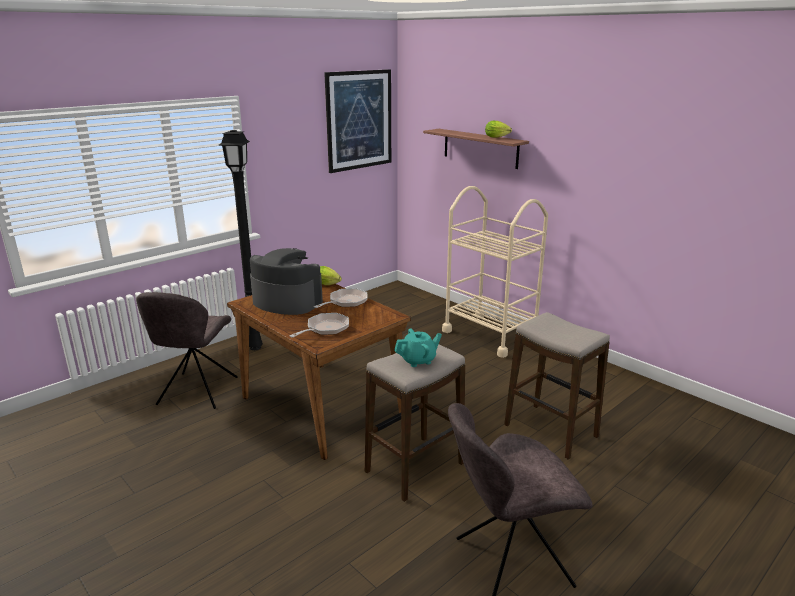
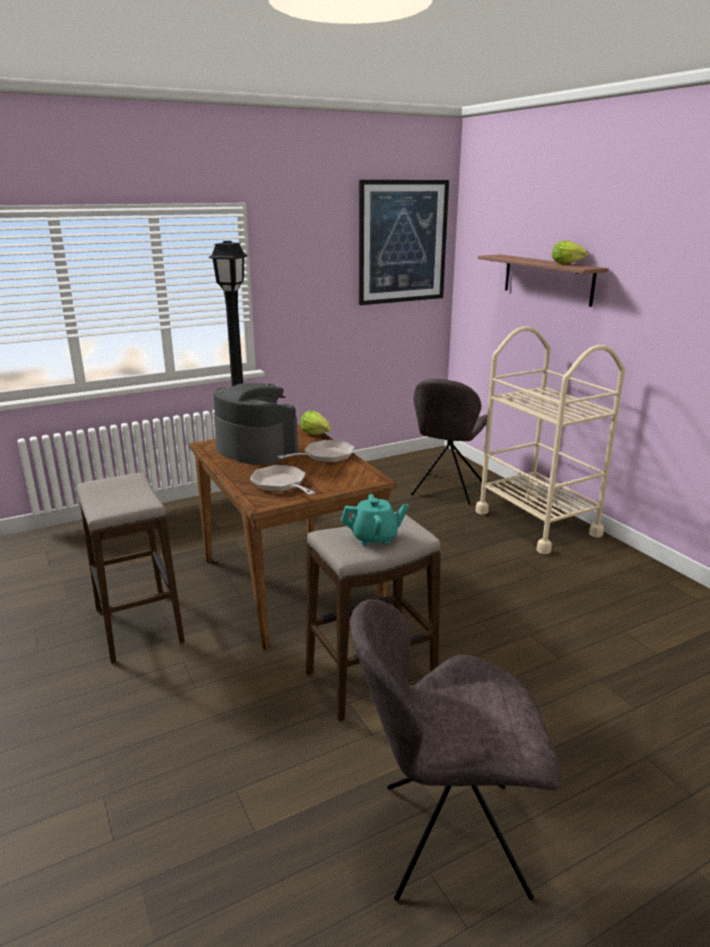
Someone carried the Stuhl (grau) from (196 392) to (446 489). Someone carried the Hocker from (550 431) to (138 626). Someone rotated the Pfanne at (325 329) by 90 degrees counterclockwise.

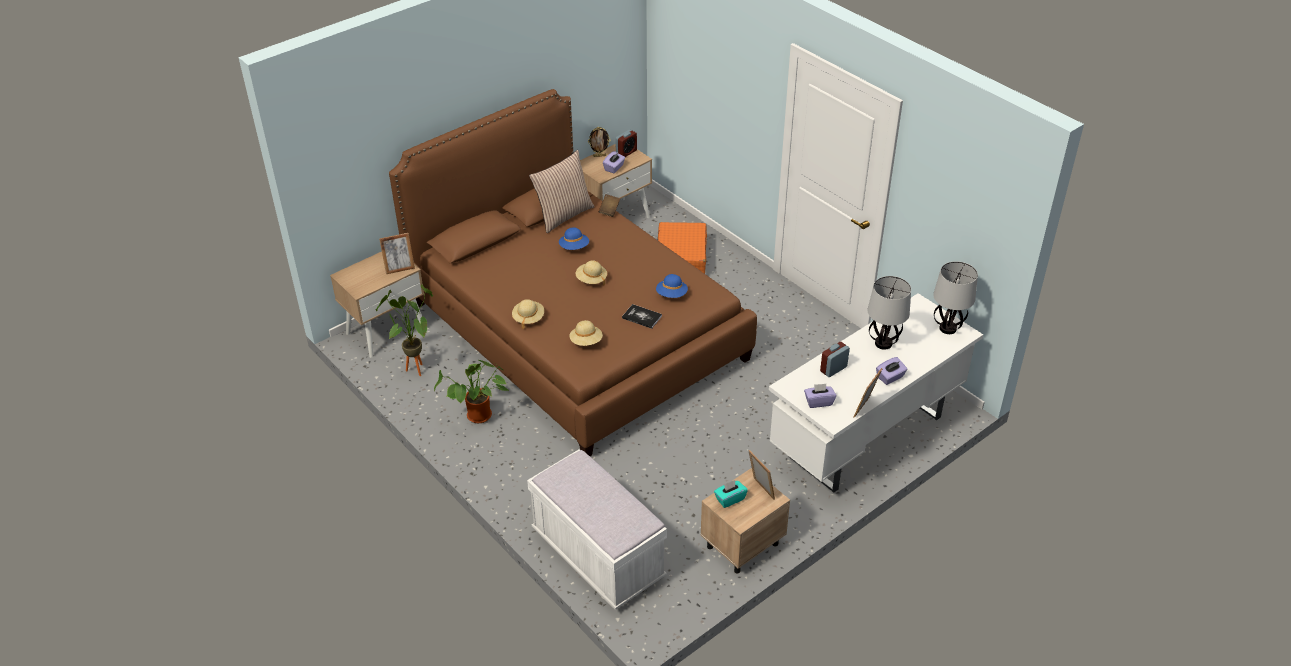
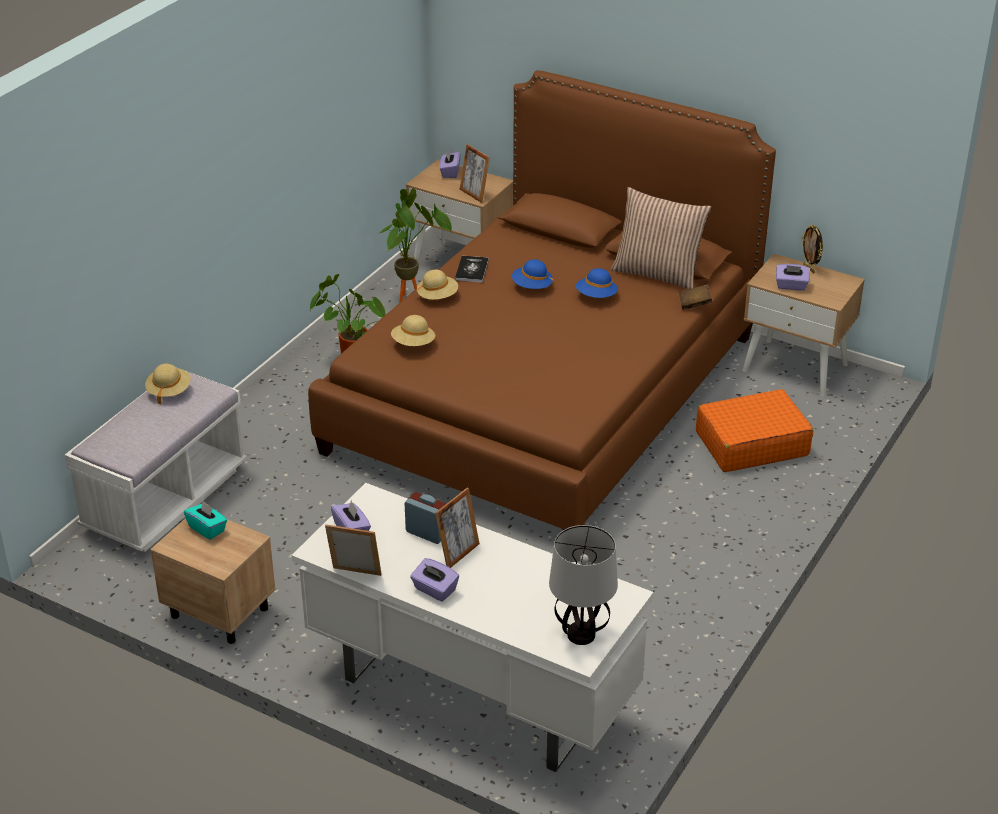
Someone took away the Wecker at (626 152). Someone took away the Tischlampe at (883 343). Someone put down the Taschentuchbox (lila) at (450 172). Someone carried the Hut (beige) from (591 279) to (169 391). Someone carried the Buch from (642 317) to (471 270). Someone carried the Hut (blau) from (671 295) to (532 286). Someone carried the Bilderrahmen from (760 490) to (458 553).

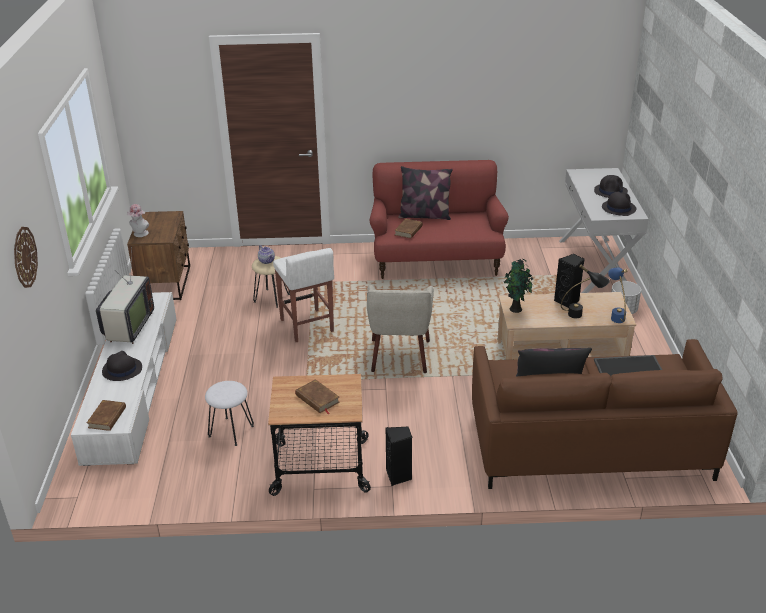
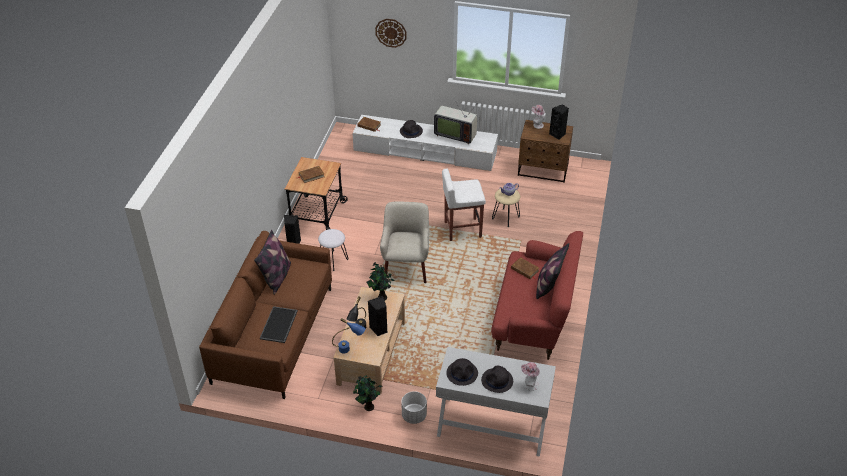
Someone put down the Topfpflanze at (368 407). Someone put down the Hut at (529 384). Someone put down the Lautsprecher (schwarz) at (558 134). Someone carried the Hocker (weiß) from (231 431) to (333 260). Someone rotated the Sessel (beige) at (399 357) by 75 degrees clockwise.

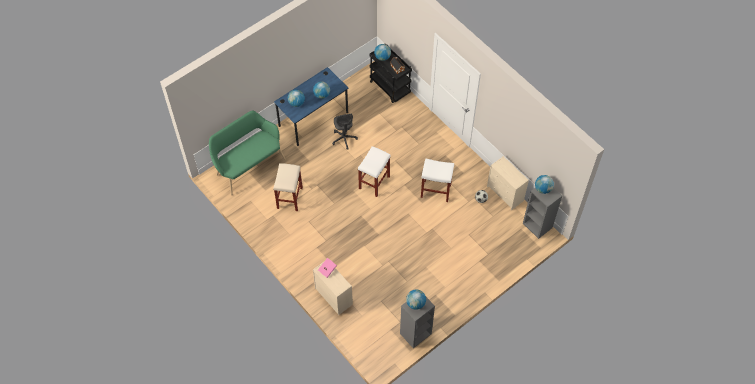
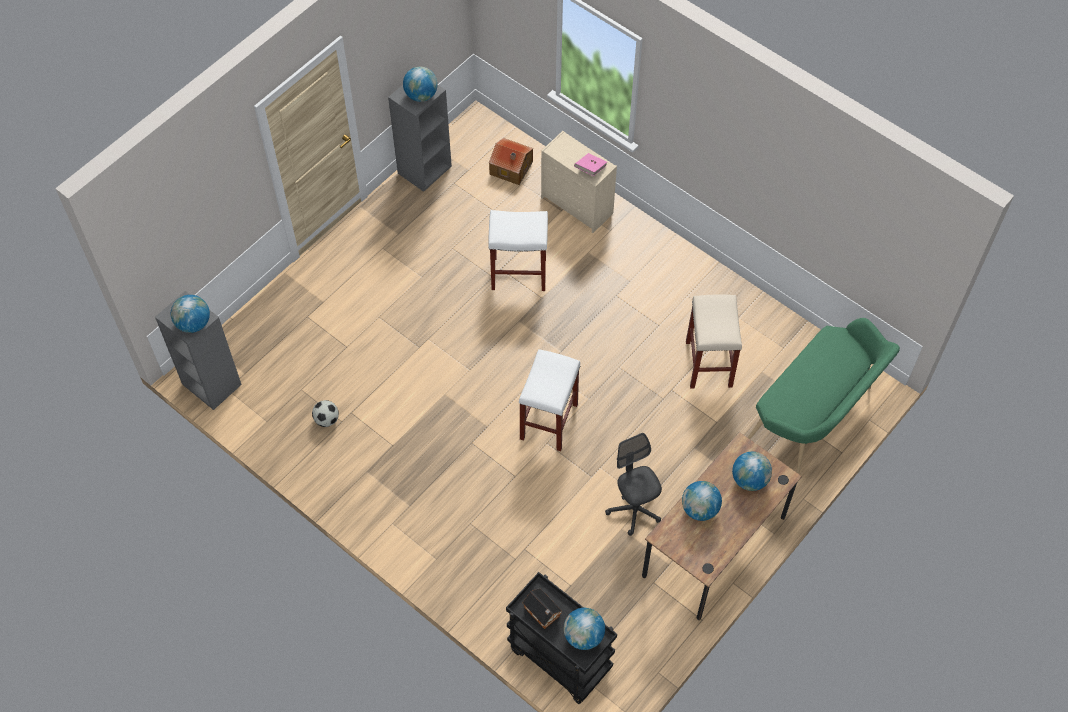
Someone took away the Kommode (beige) at (505 194). Someone put down the Spielzeughaus at (511 168). Someone carried the Hocker (weiß) from (435 191) to (519 273). Someone repainted the Schreibtisch (blau) at (313 119), which became the Schreibtisch (braun) at (714 546).

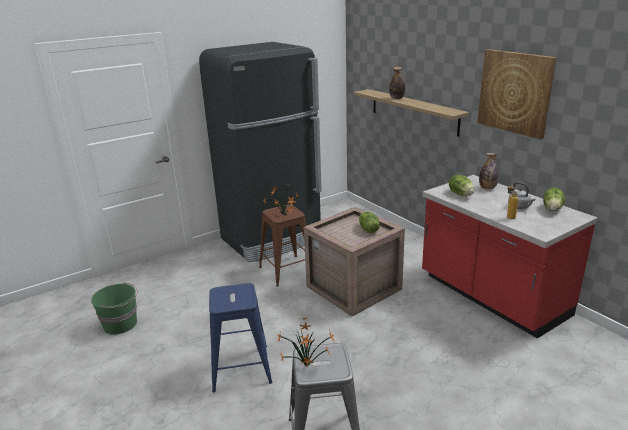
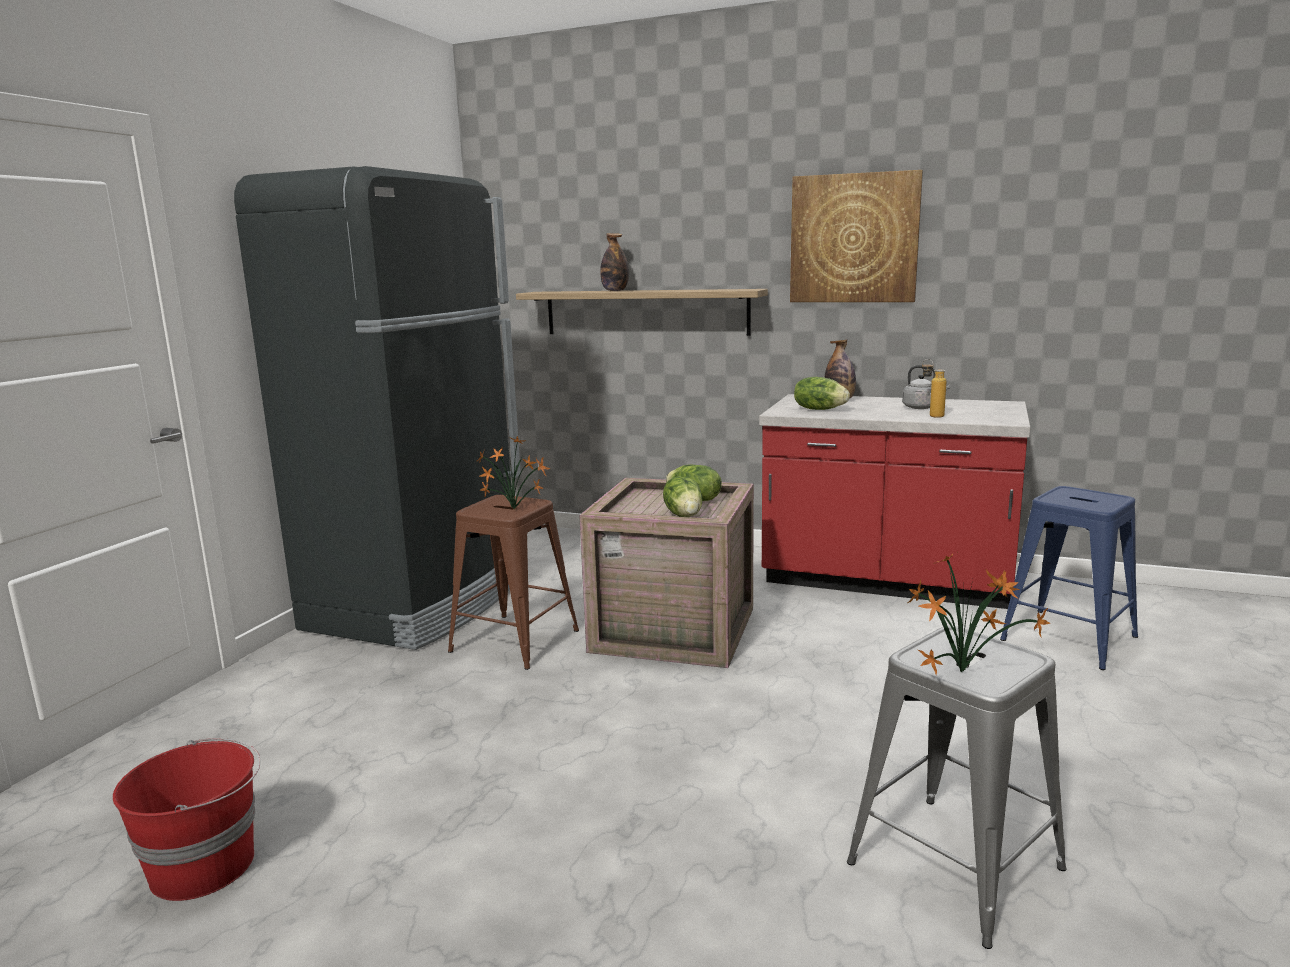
Someone carried the Hocker (blau) from (241 368) to (1069 638). Someone carried the Salatkopf from (552 209) to (684 515). Someone repainted the Eimer (grün) at (121 324), which became the Eimer (rot) at (205 865).

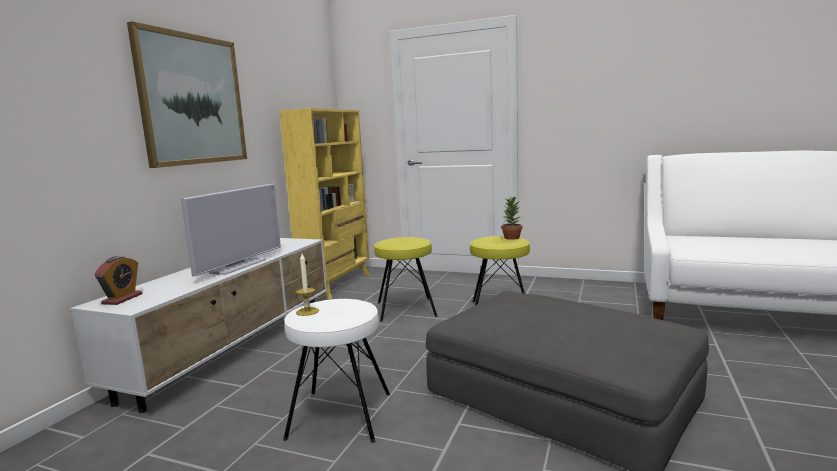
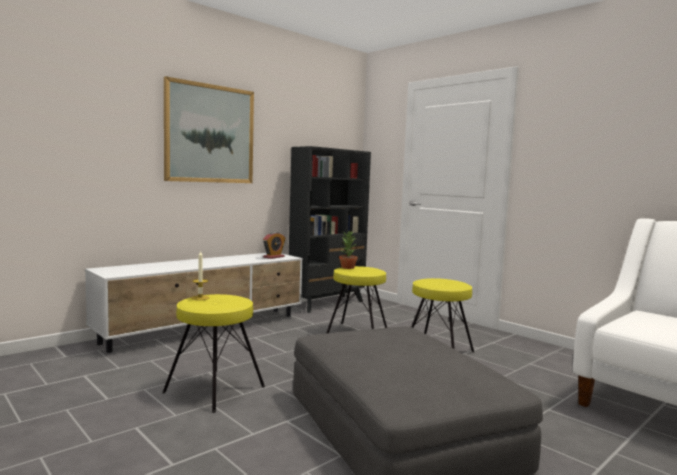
Someone took away the Fernseher at (238 266). Someone carried the Wecker from (122 299) to (274 257). Someone carried the Topfpflanze from (511 238) to (347 267). Someone repainted the Bücherregal (gelb) at (337 284), which became the Bücherregal (schwarz) at (327 303). Someone repainted the Hocker (weiß) at (340 415), which became the Hocker (gelb) at (214 389).

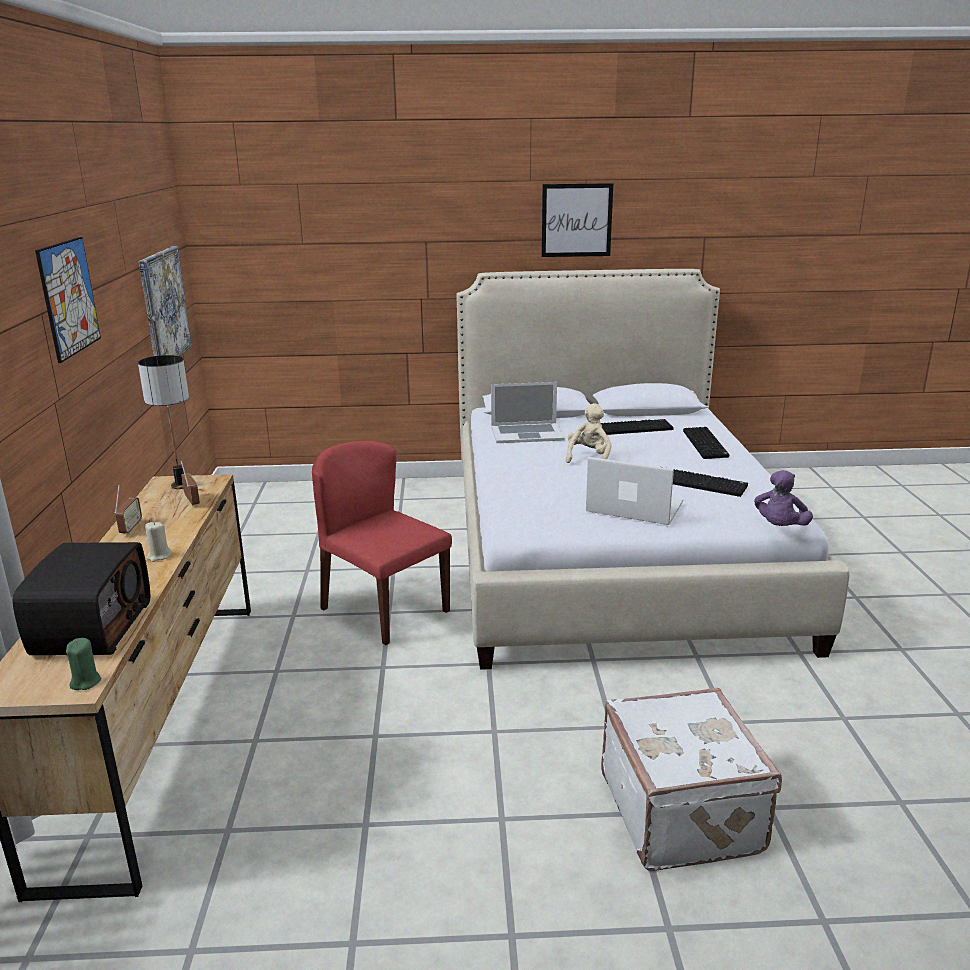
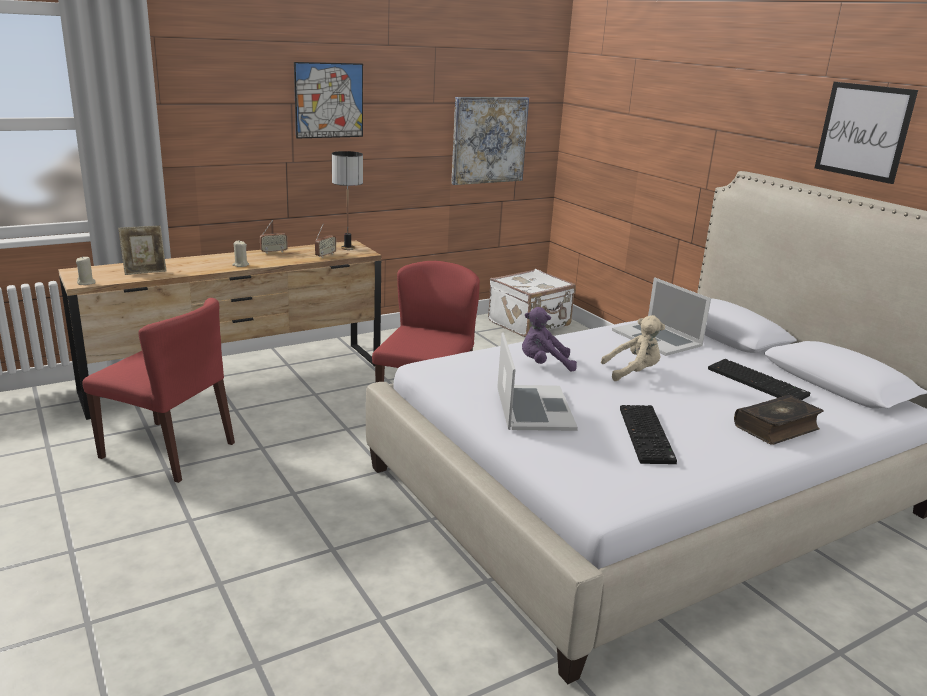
Someone put down the Stuhl (rot) at (169 450). Someone carried the Koffer (weiß) from (682 812) to (530 324). Someone carried the Plüschtier (lila) from (779 528) to (544 365). Someone swapped the Radio at (91 627) for the Bilderrahmen at (145 271). Someone swapped the Tastatur at (706 444) for the Buch at (777 428). Someone repainted the Kerze (grün) at (85 682), which became the Kerze (beige) at (86 283).

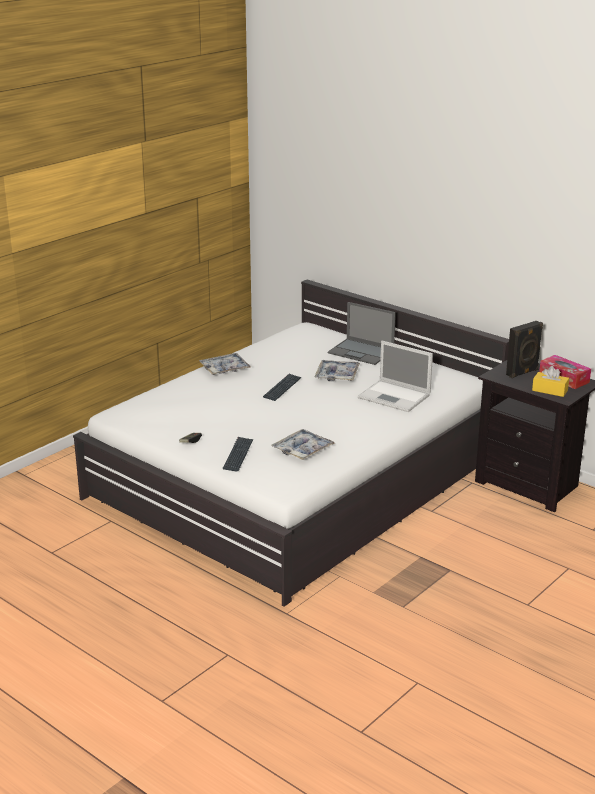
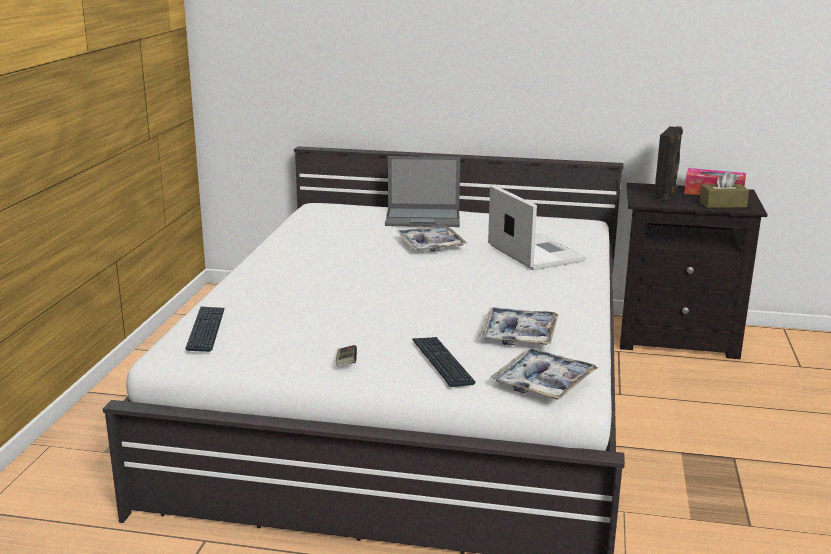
Someone carried the Tablett from (225 369) to (543 383). Someone carried the Tastatur from (282 388) to (206 330). Someone repainted the Taschentuchbox (gelb) at (550 390), which became the Taschentuchbox (braun) at (722 204). Someone rotated the Laptop at (395 397) by 120 degrees counterclockwise.

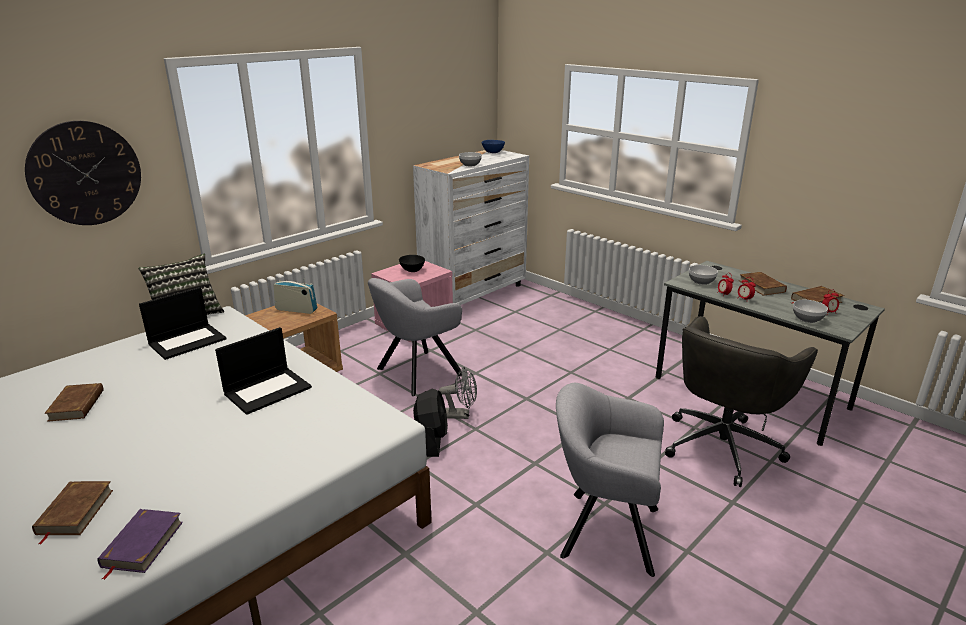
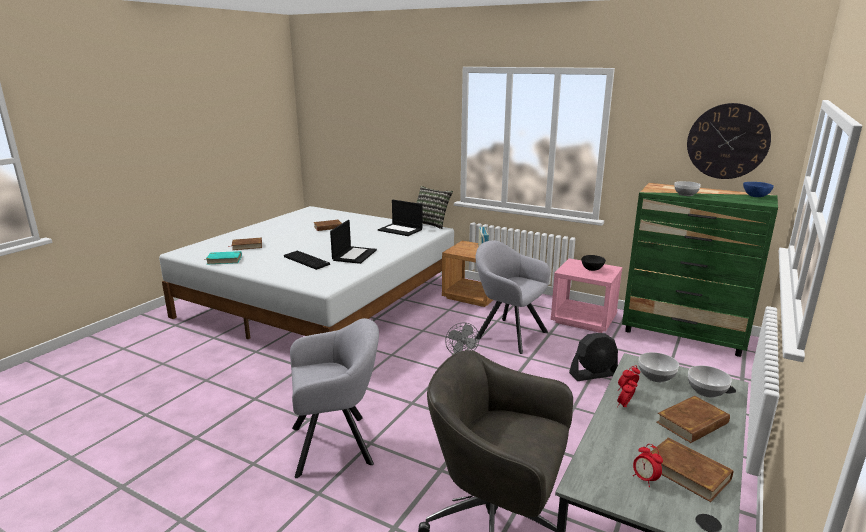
Someone put down the Tastatur at (307 261). Someone carried the Wanduhr from (85 173) to (727 141). Someone carried the Ventilator (schwarz) from (431 440) to (593 374). Someone carried the Schüssel from (808 319) to (706 391). Someone repainted the Buch (lila) at (142 544), which became the Buch (türkis) at (224 260). Someone repainted the Kommode (weiß) at (474 293), which became the Kommode (grün) at (684 335). Someone rotated the Laptop at (268 390) by 105 degrees counterclockwise. Someone rotated the Sessel (grau) at (603 529) by 75 degrees clockwise.

